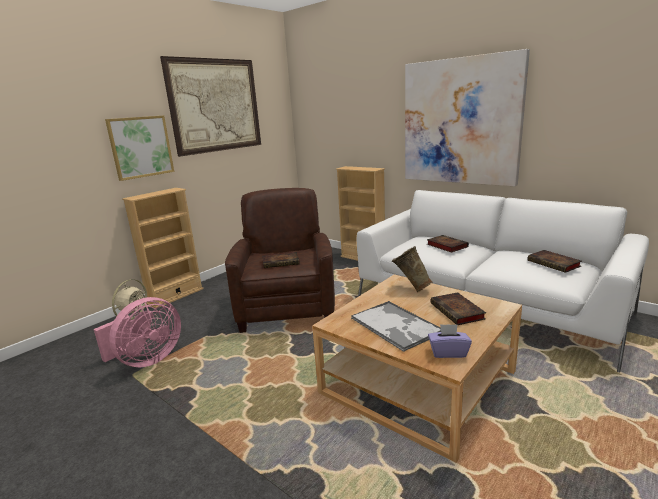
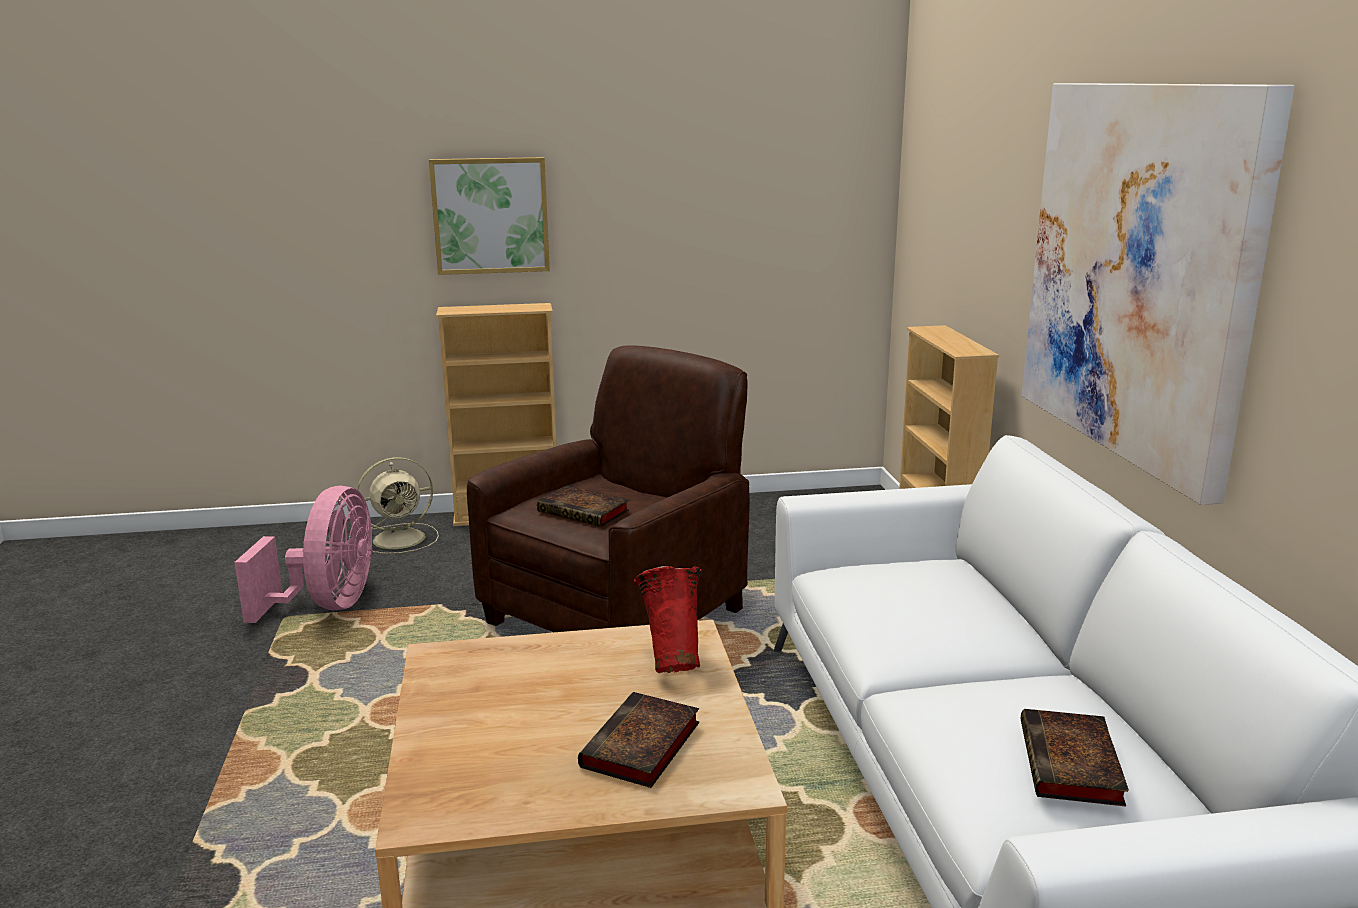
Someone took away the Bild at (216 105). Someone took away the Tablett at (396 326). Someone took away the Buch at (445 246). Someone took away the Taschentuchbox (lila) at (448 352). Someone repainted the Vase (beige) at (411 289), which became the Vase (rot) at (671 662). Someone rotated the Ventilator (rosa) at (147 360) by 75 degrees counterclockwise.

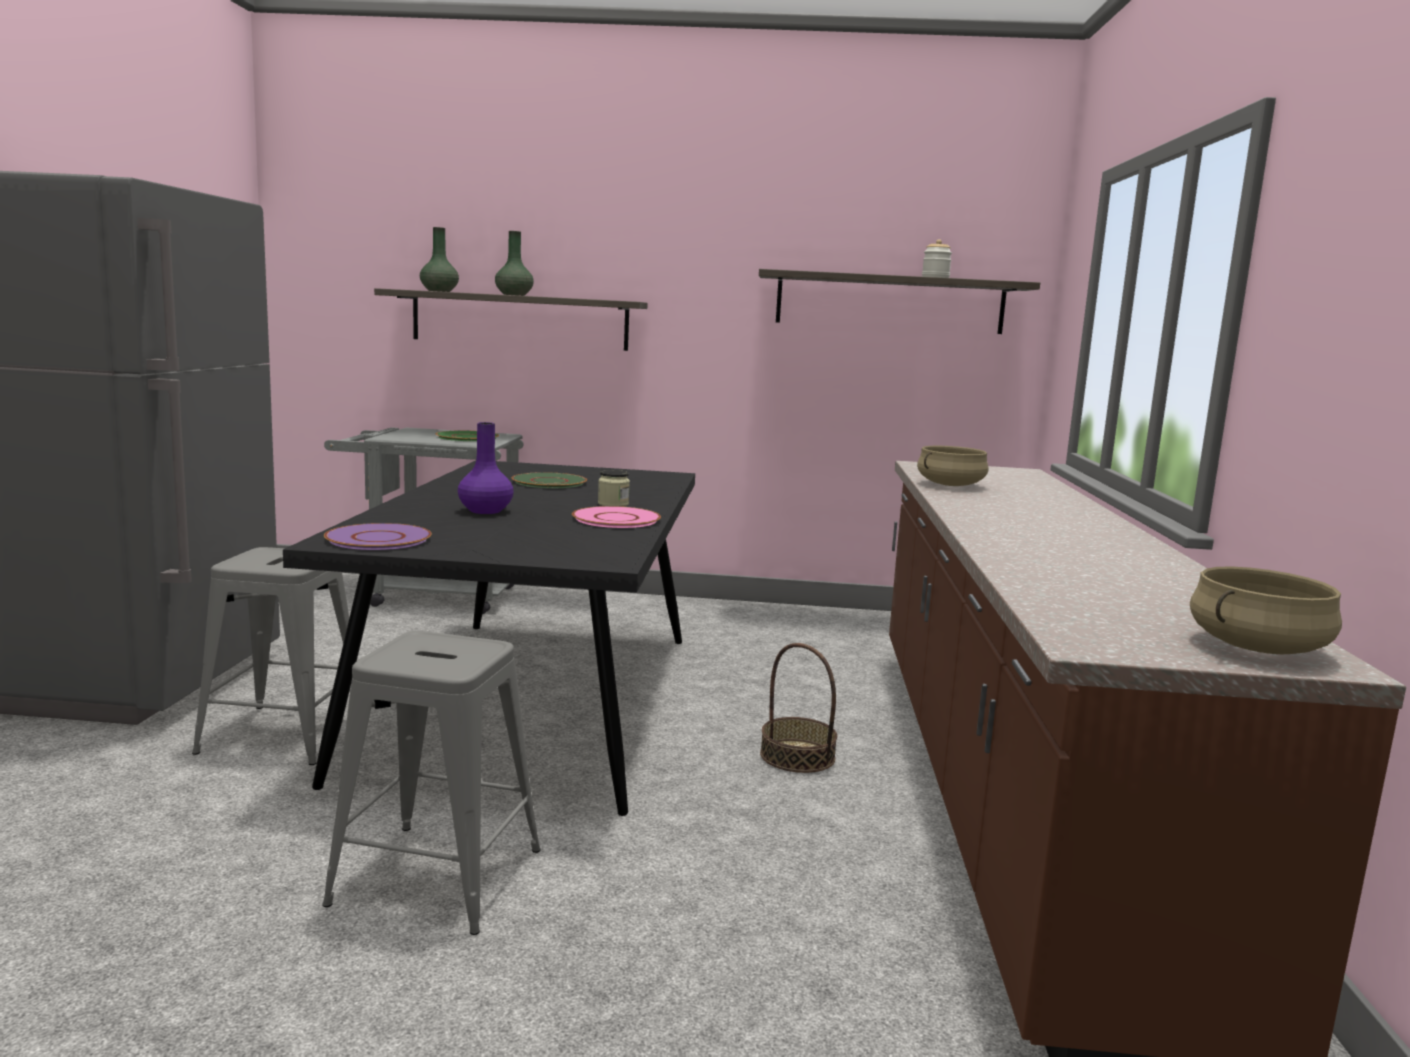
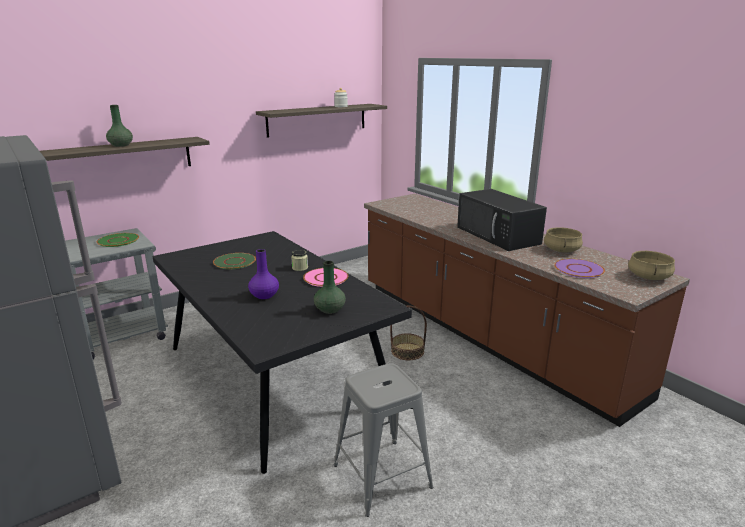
Someone took away the Hocker (grau) at (284 734). Someone put down the Mikrowelle (schwarz) at (498 235). Someone carried the Teller (lila) from (378 539) to (578 269). Someone carried the Vase (grün) from (439 291) to (330 309). Someone carried the Kochtopf (beige) from (950 485) to (561 250).

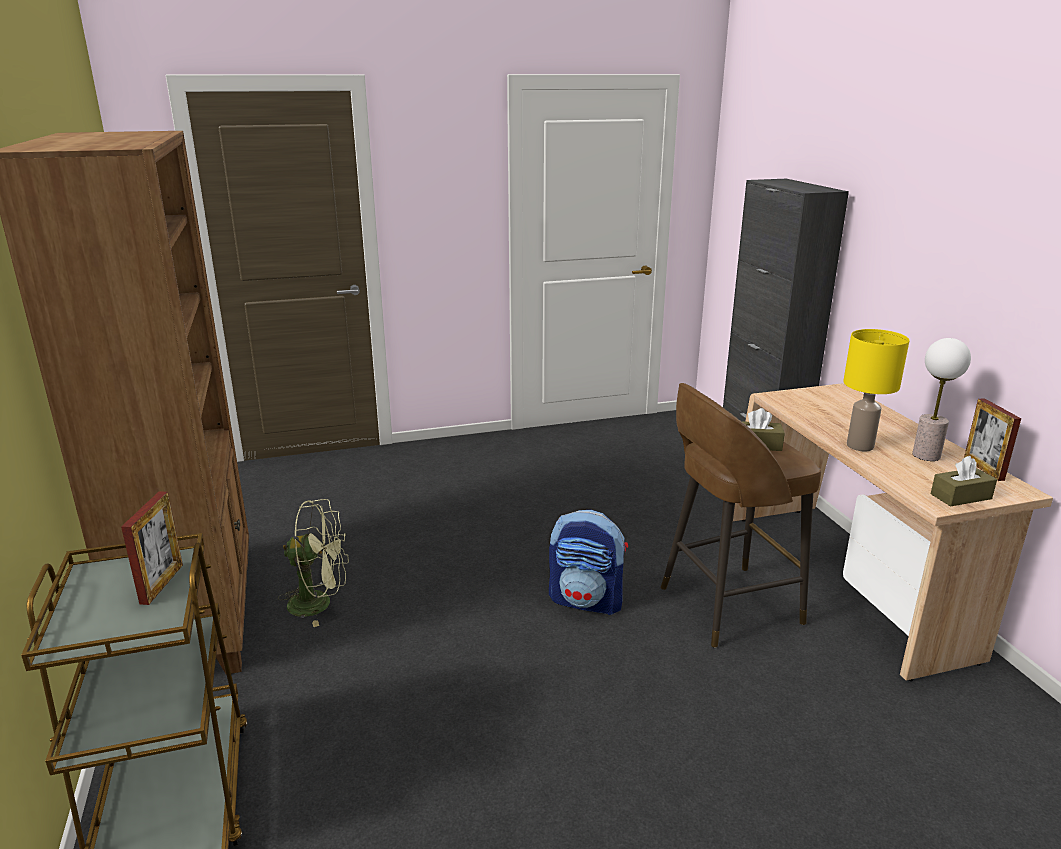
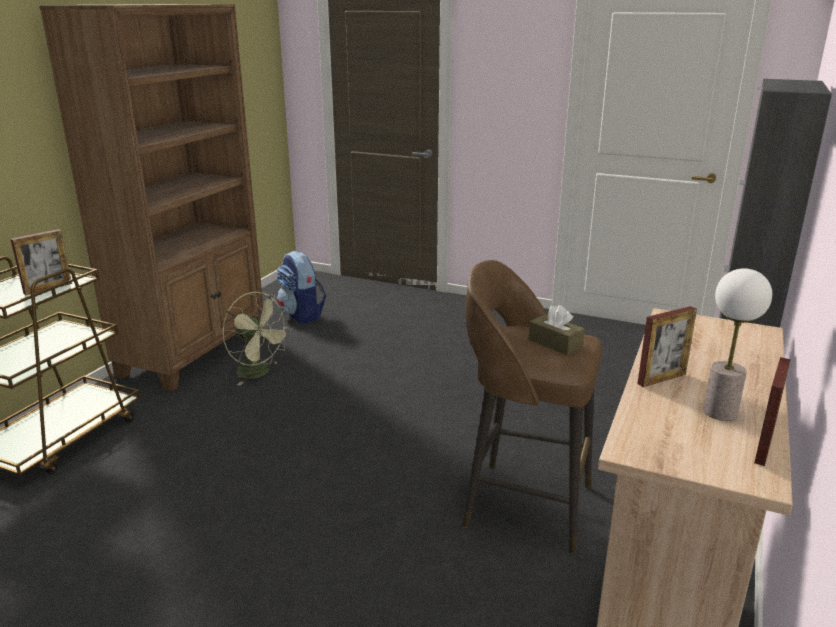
Someone took away the Taschentuchbox (braun) at (961 496). Someone carried the Rucksack from (587 601) to (302 315). Someone swapped the Tischlampe (gelb) at (859 445) for the Bilderrahmen at (661 379).

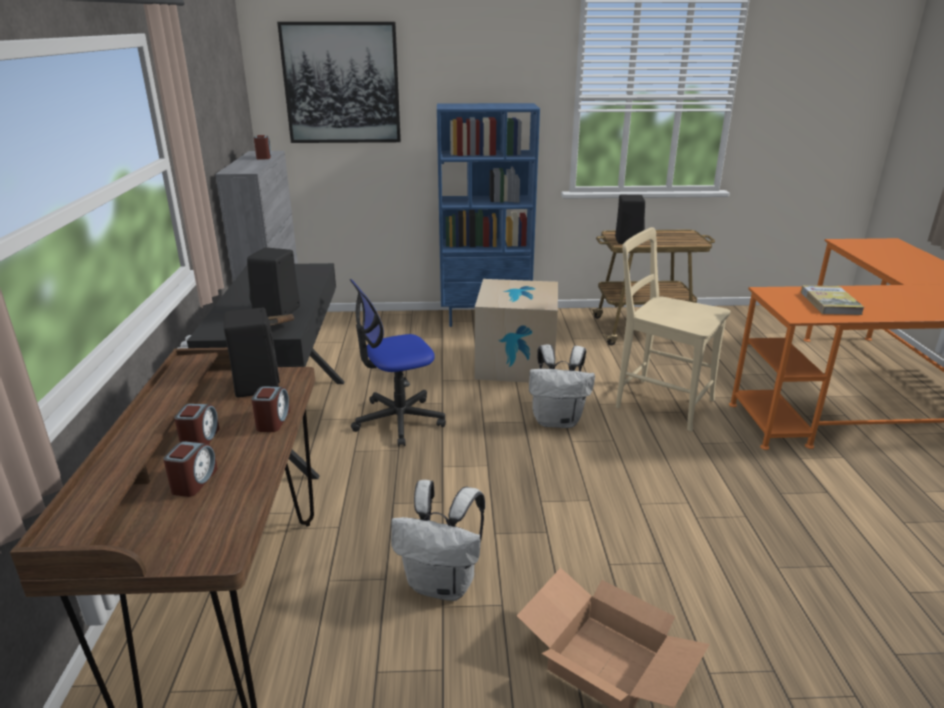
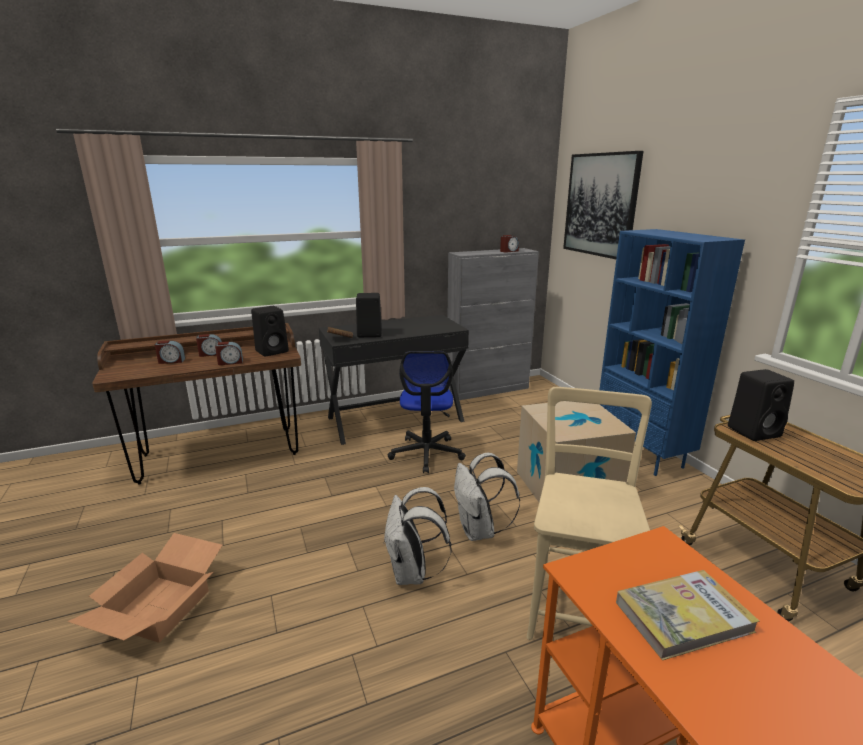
Someone carried the Rucksack (weiß) from (443 584) to (412 573). Someone rotated the Bürostuhl at (398 420) by 135 degrees counterclockwise.

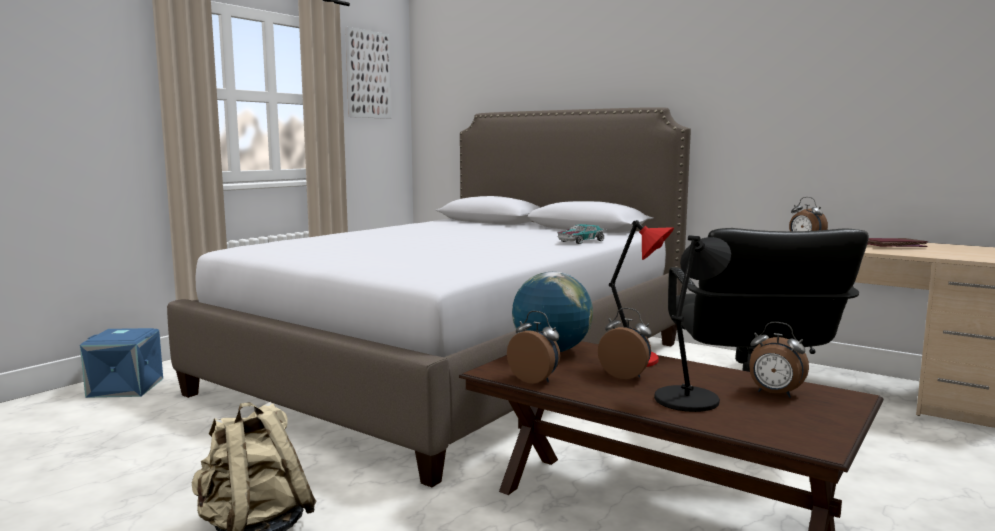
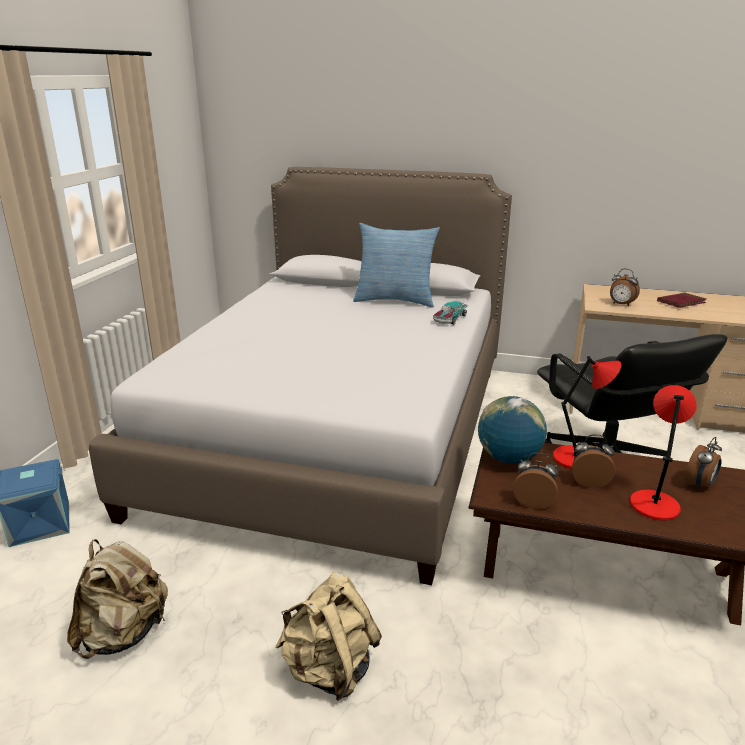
Someone took away the Bild at (368 74). Someone put down the Rucksack (beige) at (124 634). Someone put down the Kissen at (395 300). Someone repainted the Tischlampe (schwarz) at (688 399), which became the Tischlampe (rot) at (654 504). Someone rotated the Wecker at (774 394) by 60 degrees counterclockwise.

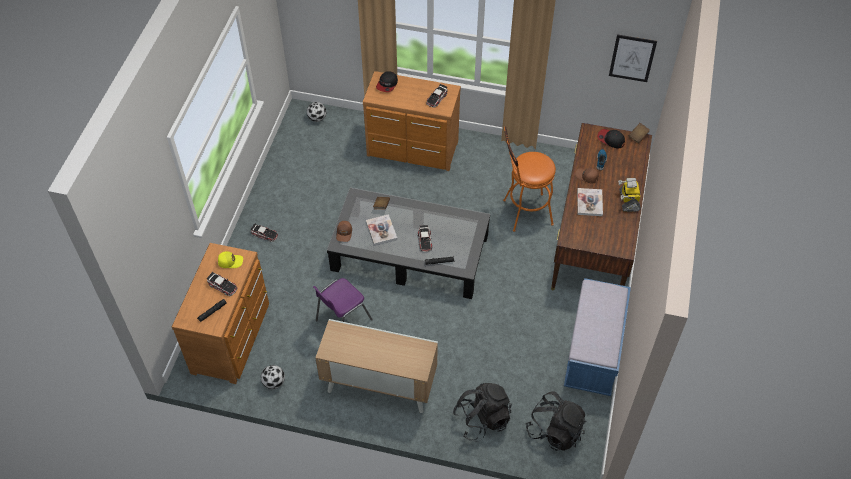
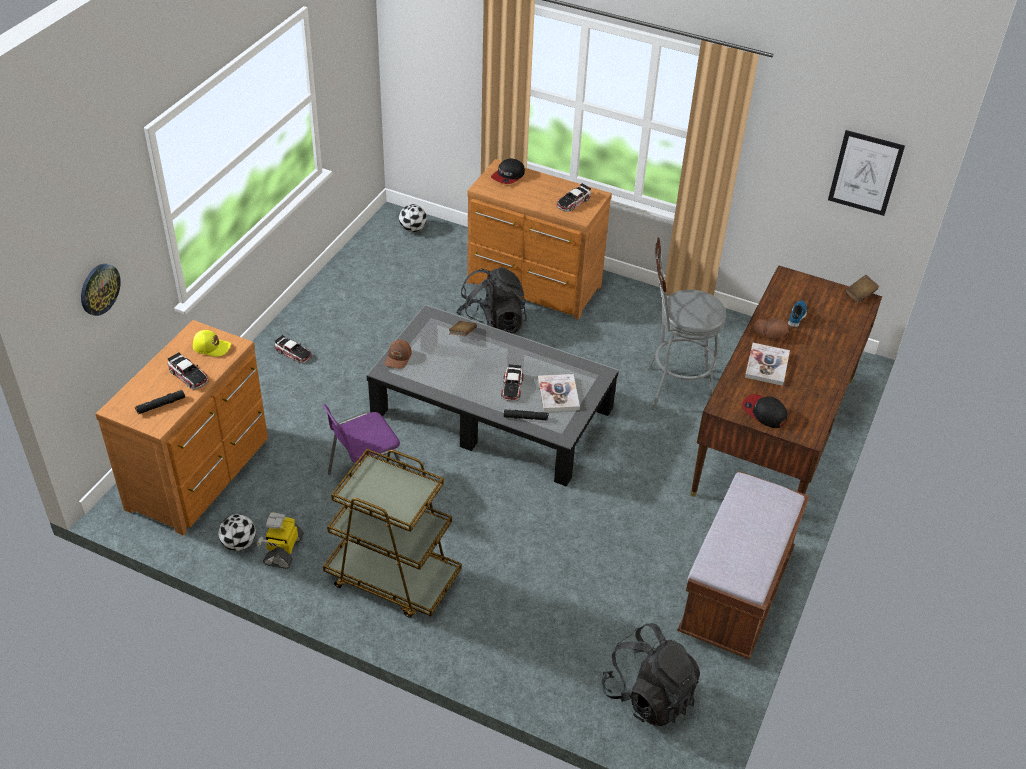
Someone put up the Wanduhr at (99 289). Someone carried the Buch from (381 230) to (558 394). Someone carried the Rucksack (schwarz) from (482 419) to (491 326). Someone carried the Kappe from (610 139) to (764 413). Someone carried the Spielzeugroboter from (628 200) to (283 550). Someone swapped the Schrank at (379 386) for the Rollwagen (braun) at (392 578). Someone repainted the Hocker (orange) at (523 213), which became the Hocker (grau) at (672 389). Someone repainted the Bank (blau) at (593 352), which became the Bank (braun) at (736 593).

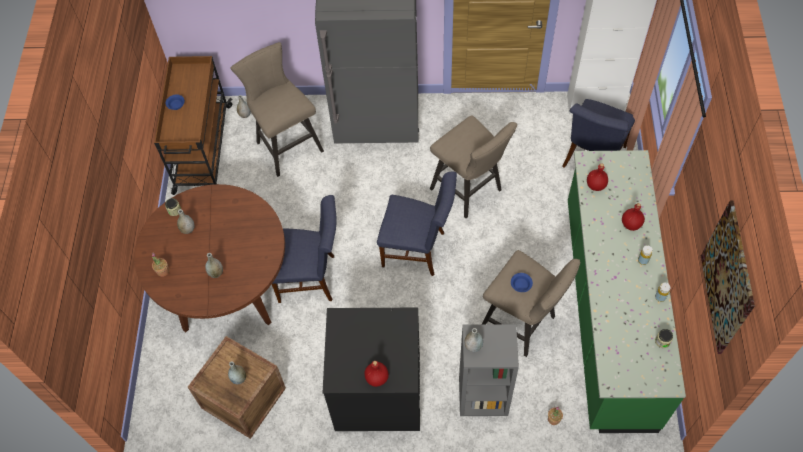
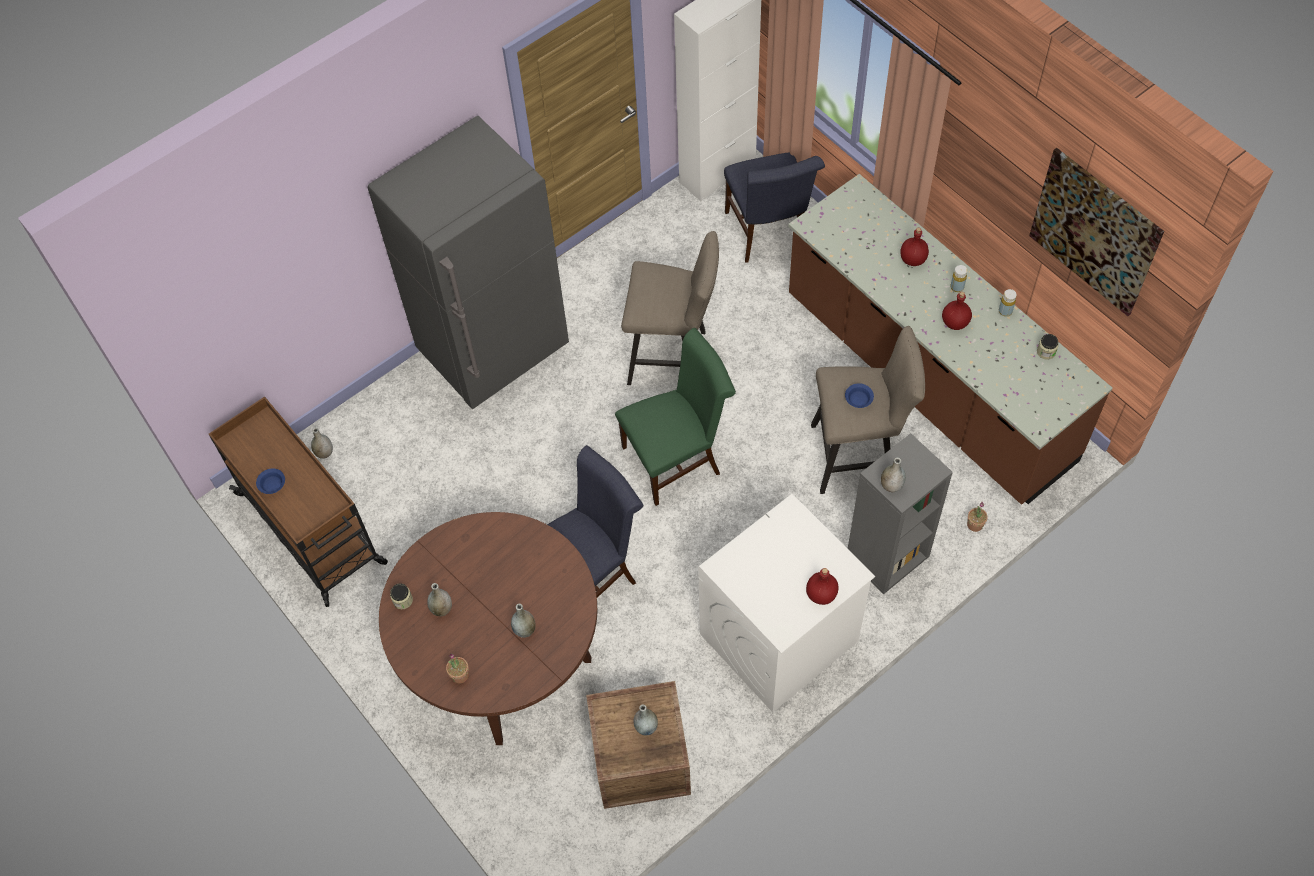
Someone took away the Hocker (beige) at (286 144). Someone carried the Flasche (rot) from (596 185) to (955 322). Someone repainted the Waschmaschine (schwarz) at (377 392), which became the Waschmaschine (weiß) at (778 638). Someone repainted the Stuhl (blau) at (418 249), which became the Stuhl (grün) at (677 458). Someone repainted the Küchenzeile (grün) at (607 312), which became the Küchenzeile (braun) at (927 380).

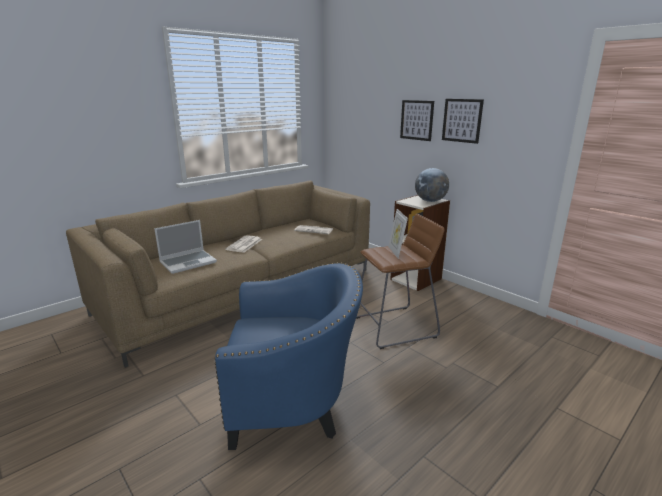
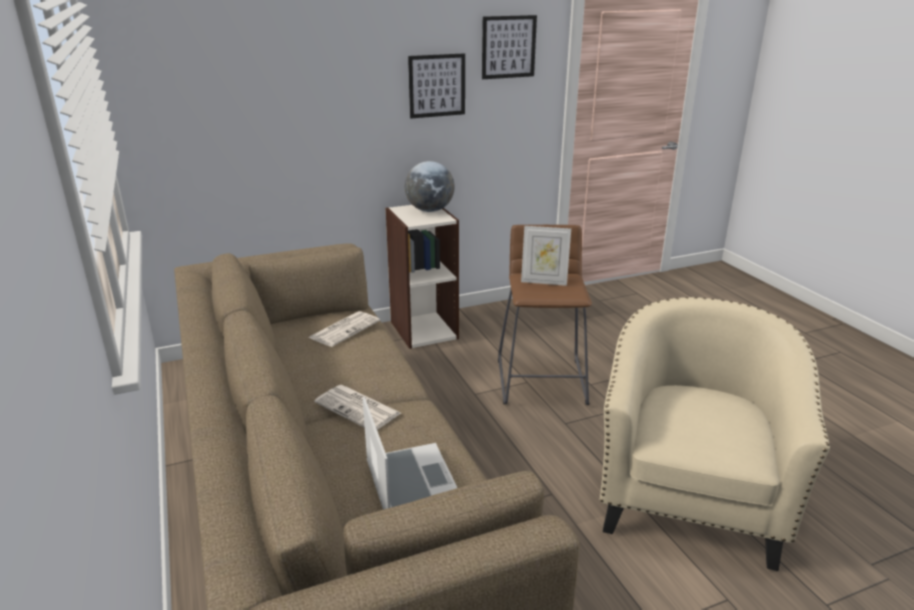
Someone carried the Bild from (416 120) to (508 47). Someone repainted the Sessel (blau) at (293 403), which became the Sessel (beige) at (689 499).

